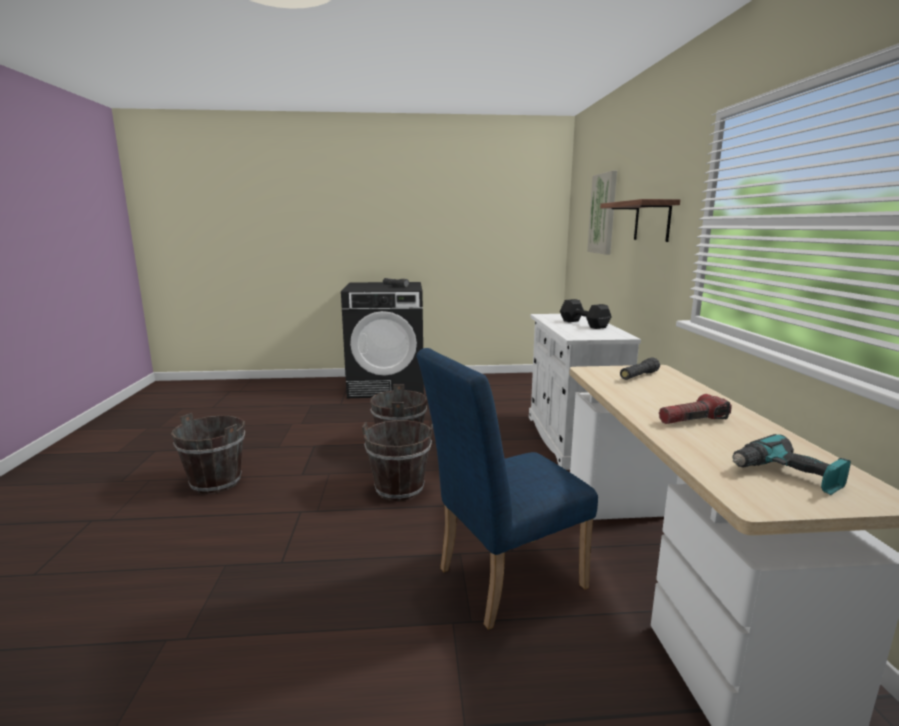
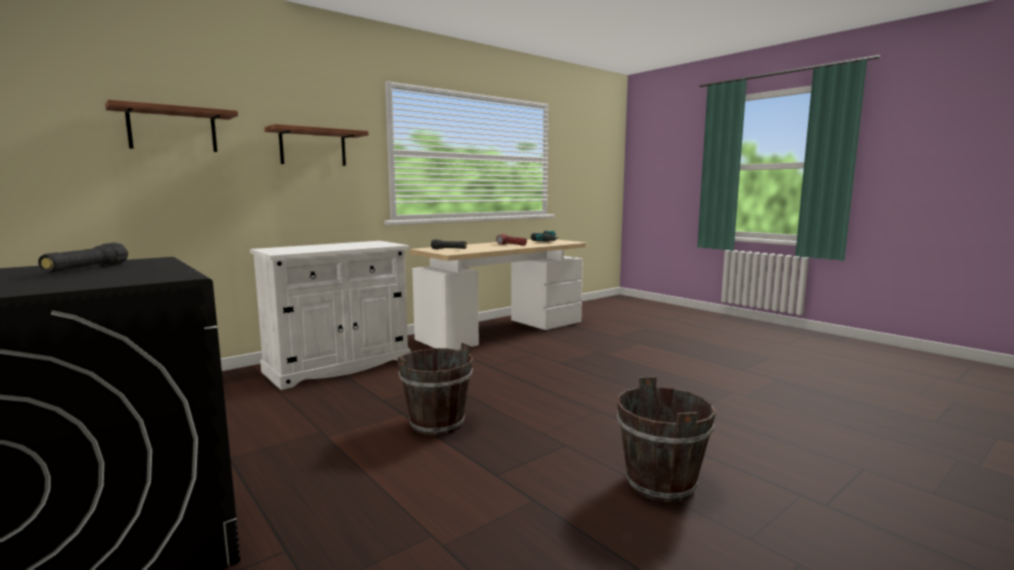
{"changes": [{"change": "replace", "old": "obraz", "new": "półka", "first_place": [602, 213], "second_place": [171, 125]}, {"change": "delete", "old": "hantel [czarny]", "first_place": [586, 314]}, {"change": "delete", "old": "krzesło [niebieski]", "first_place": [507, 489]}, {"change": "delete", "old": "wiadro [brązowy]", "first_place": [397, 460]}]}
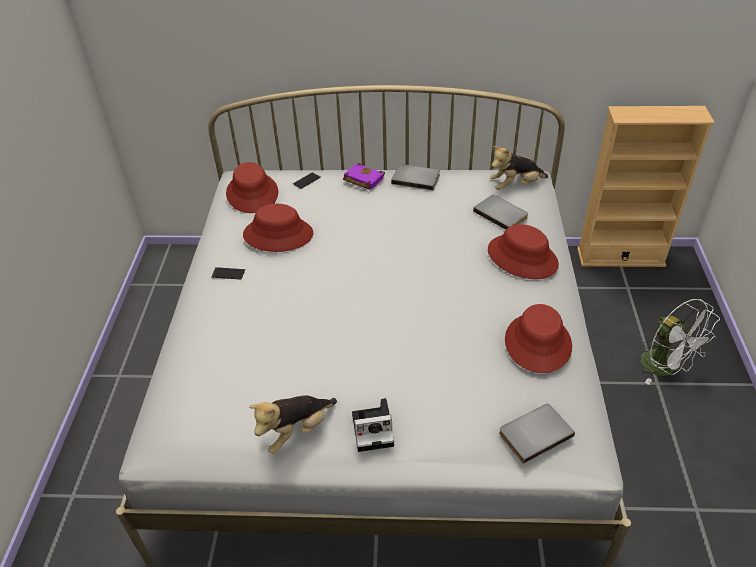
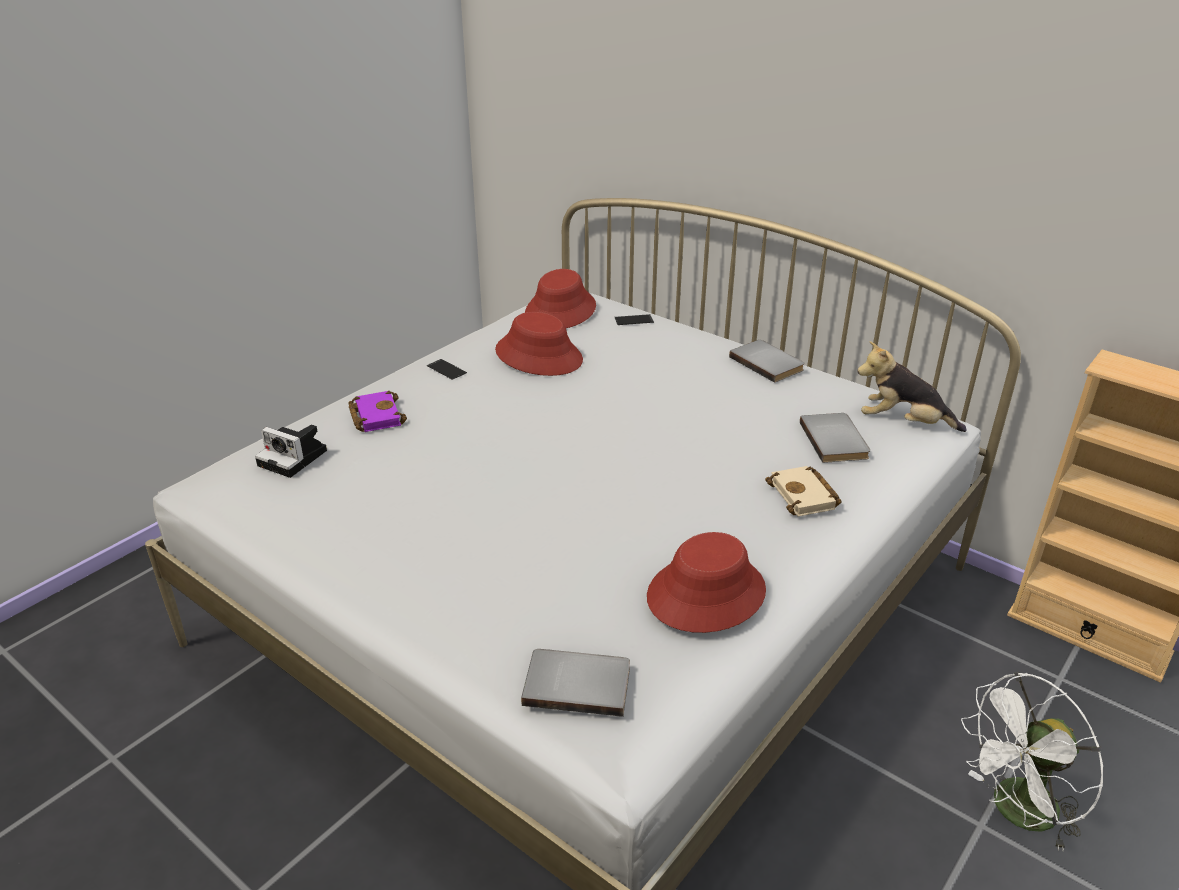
{"changes": [{"change": "move", "old": "książka [fioletowy]", "first_place": [364, 176], "second_place": [377, 411]}, {"change": "replace", "old": "kapelusz [czerwony]", "new": "książka [beżowy]", "first_place": [523, 251], "second_place": [803, 491]}, {"change": "rotate", "old": "wentylator [biały]", "first_place": [680, 342], "second_place": [1032, 761], "degrees": 60}, {"change": "delete", "old": "pluszak", "first_place": [293, 424]}, {"change": "move", "old": "aparat fotograficzny", "first_place": [373, 425], "second_place": [291, 451]}]}
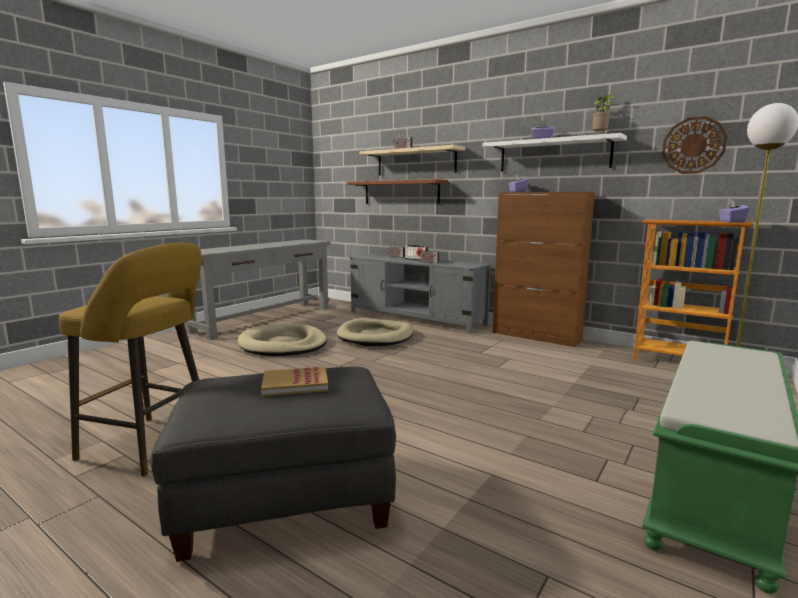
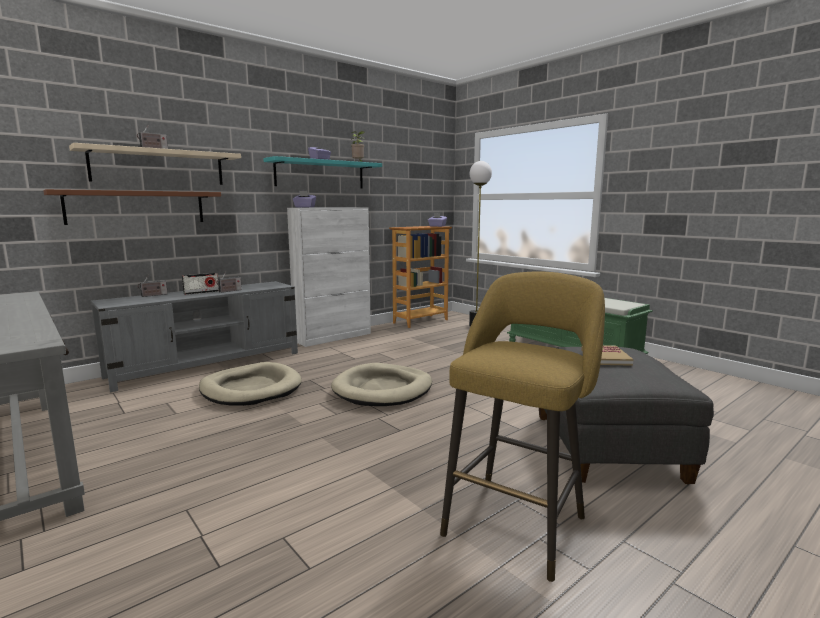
{"changes": [{"change": "delete", "old": "zegar ścienny", "first_place": [694, 145]}, {"change": "recolor", "old": "półka [biały]", "new": "półka [turkusowy]", "first_place": [555, 152], "second_place": [322, 172]}, {"change": "recolor", "old": "szafka [brązowy]", "new": "szafka [biały]", "first_place": [544, 269], "second_place": [329, 277]}, {"change": "move", "old": "legowisko [beżowy]", "first_place": [282, 340], "second_place": [381, 384]}]}
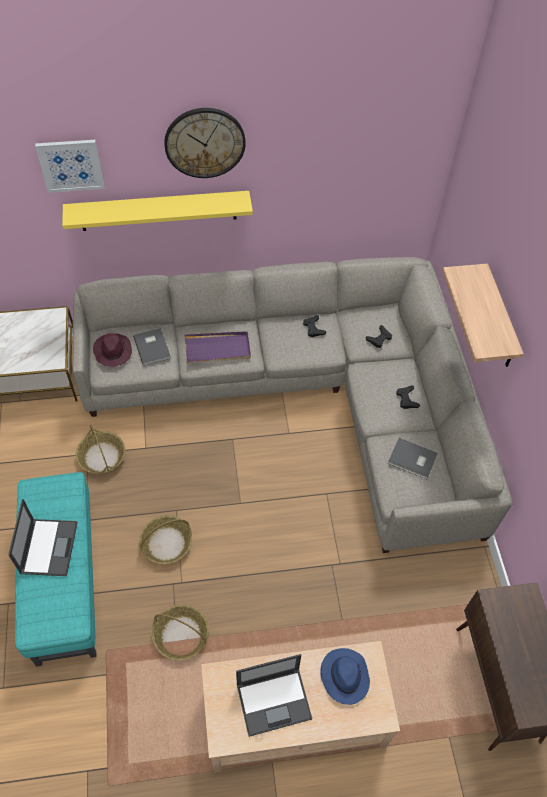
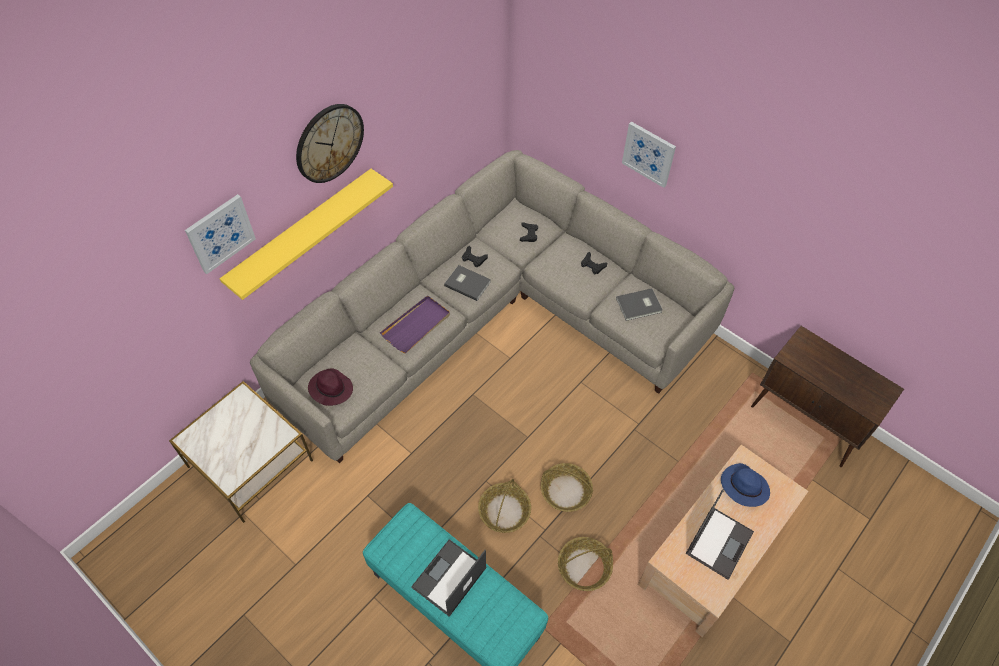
{"changes": [{"change": "replace", "old": "półka", "new": "obraz", "first_place": [483, 315], "second_place": [649, 155]}, {"change": "move", "old": "książka [szary]", "first_place": [152, 347], "second_place": [467, 283]}, {"change": "move", "old": "koszyk", "first_place": [100, 449], "second_place": [567, 487]}, {"change": "rotate", "old": "laptop", "first_place": [43, 537], "second_place": [449, 578], "degrees": -105}]}
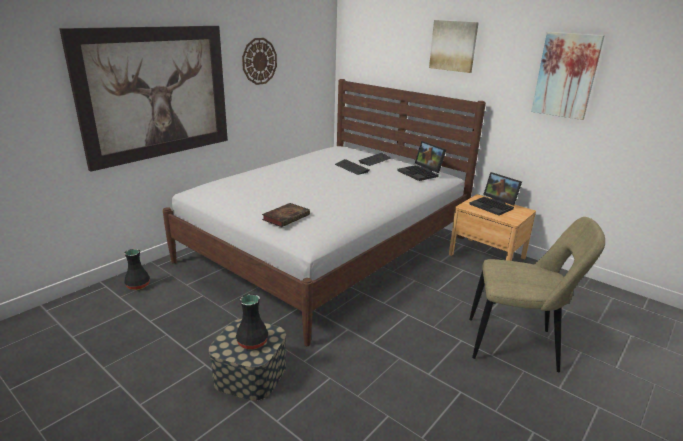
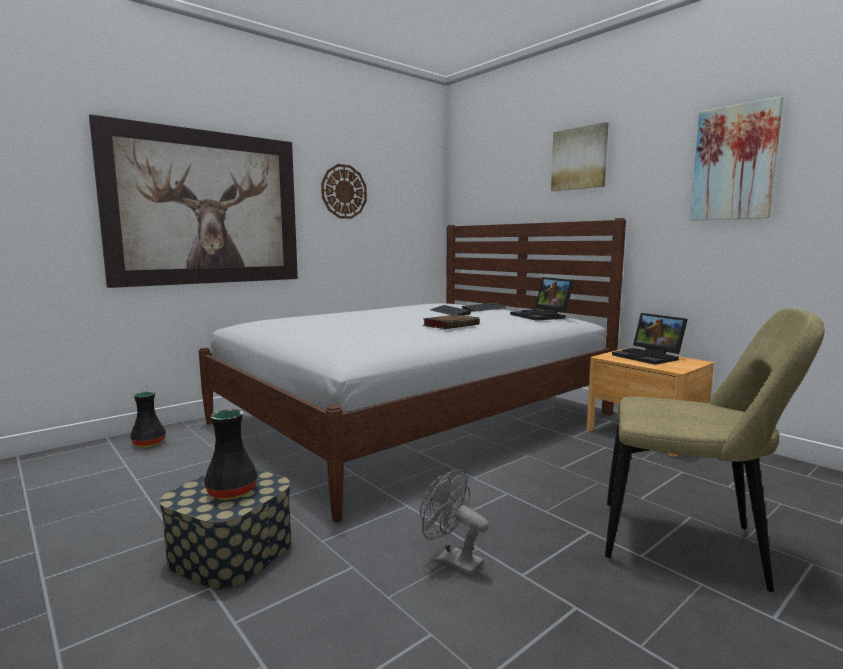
{"changes": [{"change": "move", "old": "książka", "first_place": [286, 215], "second_place": [451, 322]}, {"change": "insert", "new": "wentylator [szary]", "second_place": [454, 523]}]}
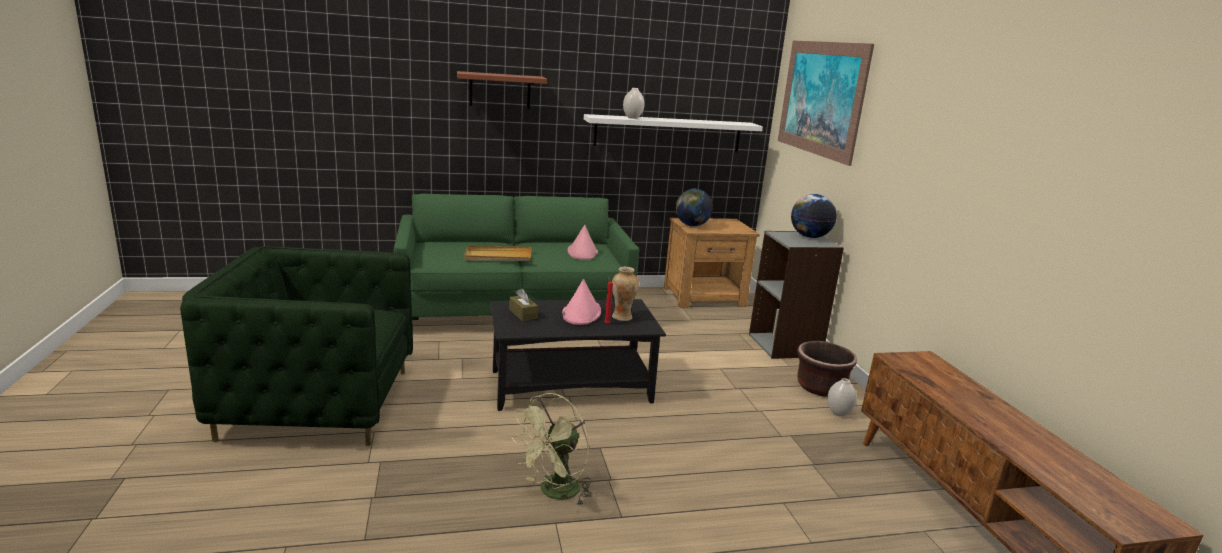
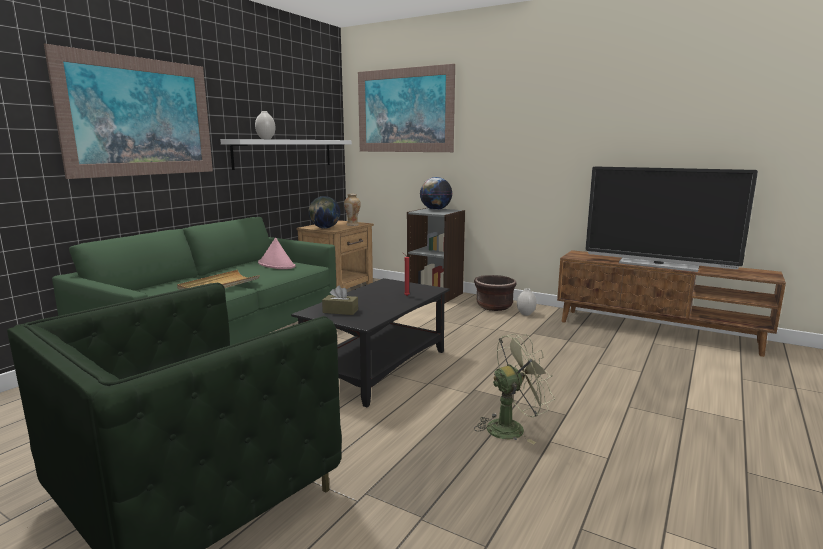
{"changes": [{"change": "replace", "old": "półka", "new": "obraz", "first_place": [502, 90], "second_place": [128, 111]}, {"change": "move", "old": "wazon", "first_place": [625, 294], "second_place": [352, 210]}, {"change": "delete", "old": "kapelusz [różowy]", "first_place": [581, 302]}, {"change": "rotate", "old": "wentylator [zielony]", "first_place": [552, 449], "second_place": [514, 389], "degrees": -105}, {"change": "insert", "new": "telewizor", "second_place": [672, 219]}]}
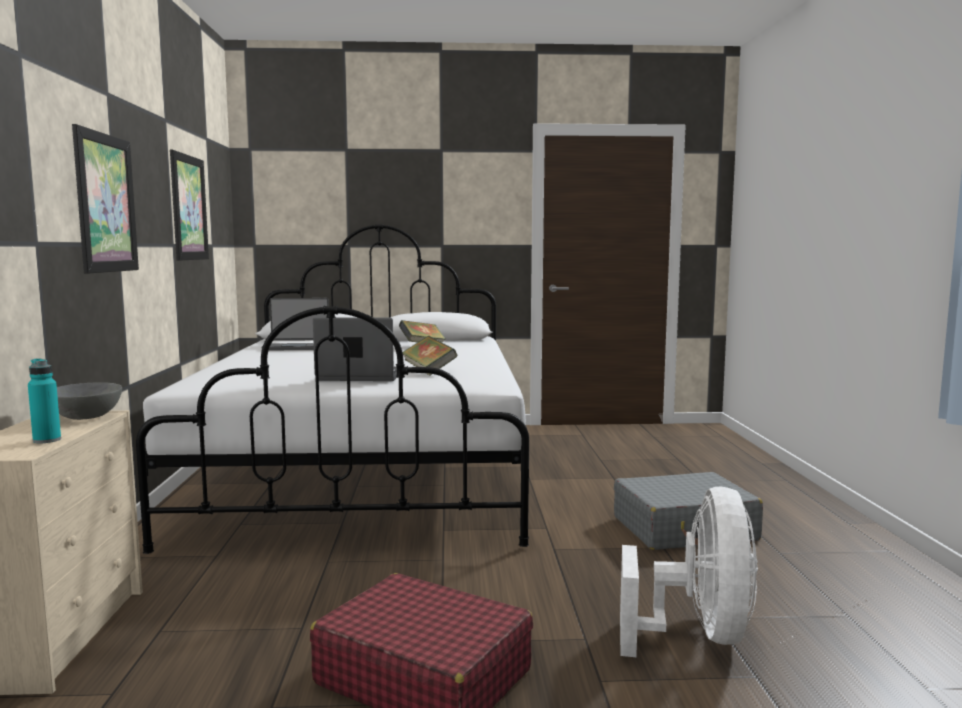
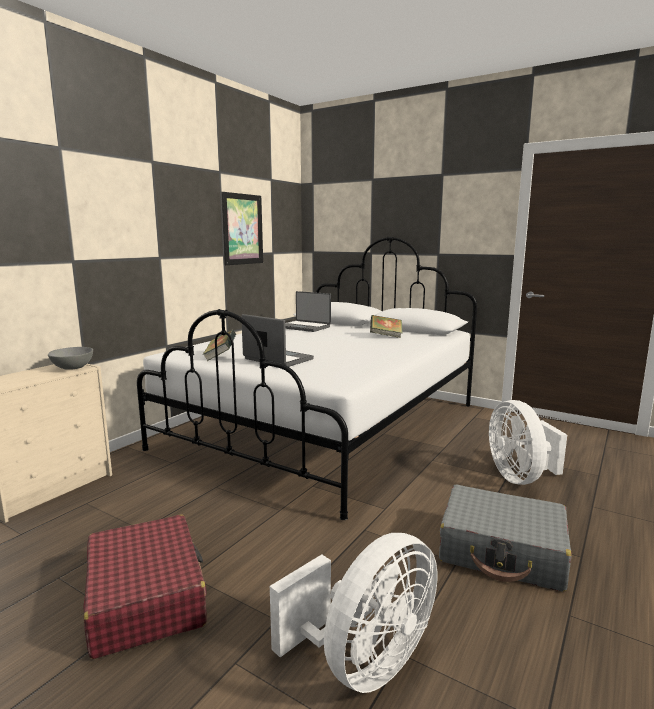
{"changes": [{"change": "delete", "old": "obraz", "first_place": [105, 199]}, {"change": "move", "old": "książka", "first_place": [430, 356], "second_place": [219, 345]}, {"change": "delete", "old": "butelka [turkusowy]", "first_place": [44, 400]}, {"change": "insert", "new": "wentylator [biały]", "second_place": [528, 442]}]}
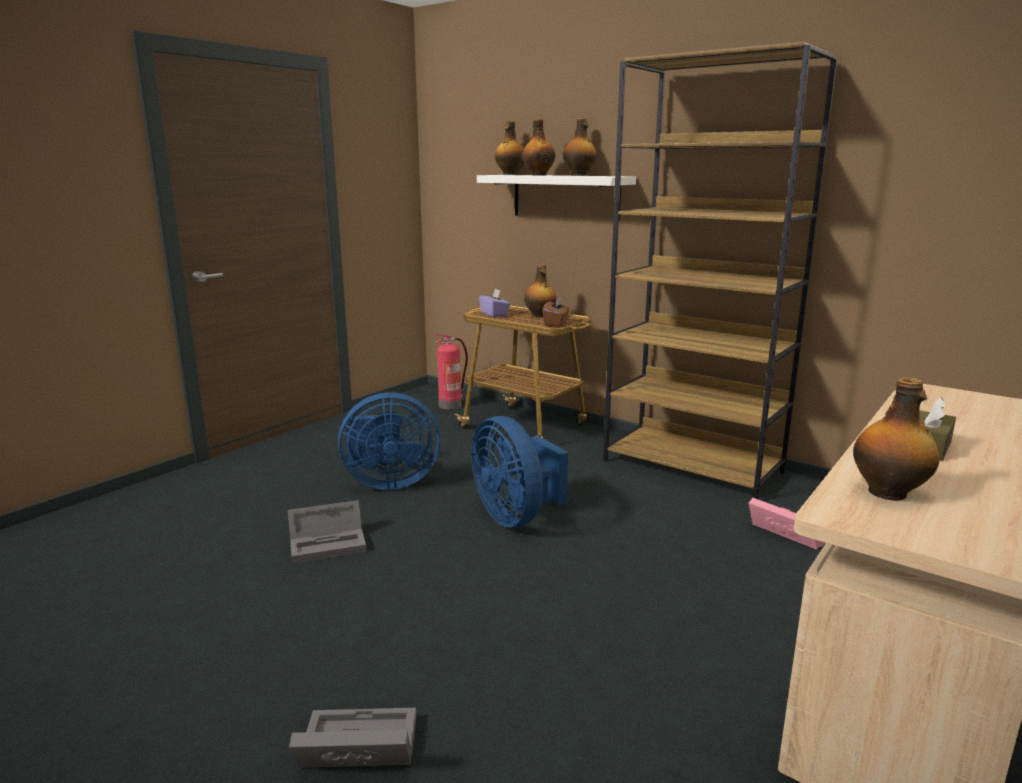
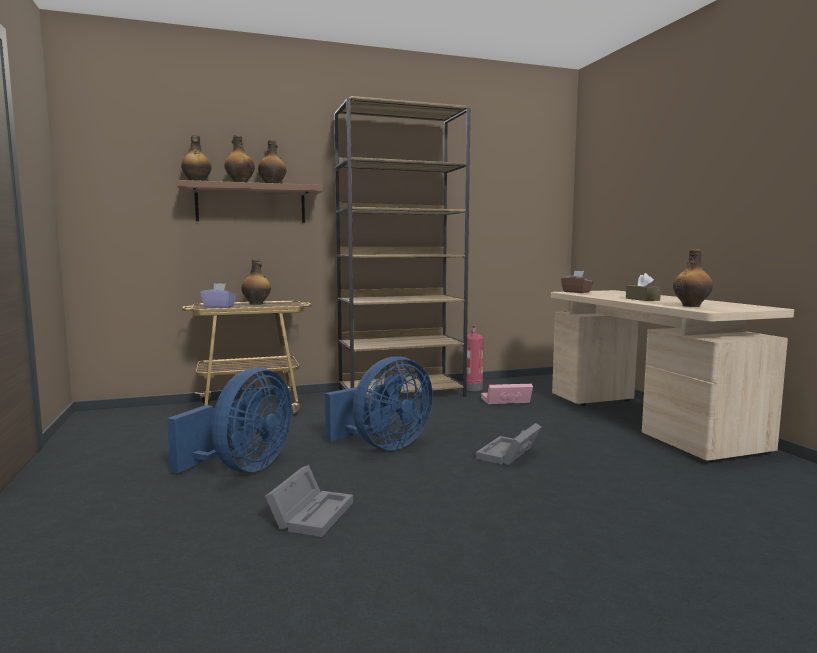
{"changes": [{"change": "recolor", "old": "półka [biały]", "new": "półka [brązowy]", "first_place": [556, 198], "second_place": [250, 201]}, {"change": "move", "old": "pudełko chusteczek [brązowy]", "first_place": [556, 311], "second_place": [577, 282]}, {"change": "move", "old": "gaśnica", "first_place": [451, 372], "second_place": [475, 358]}, {"change": "rotate", "old": "wentylator [niebieski]", "first_place": [519, 471], "second_place": [379, 403], "degrees": -45}, {"change": "move", "old": "pojemnik do przechowywania [szary]", "first_place": [352, 738], "second_place": [508, 444]}]}
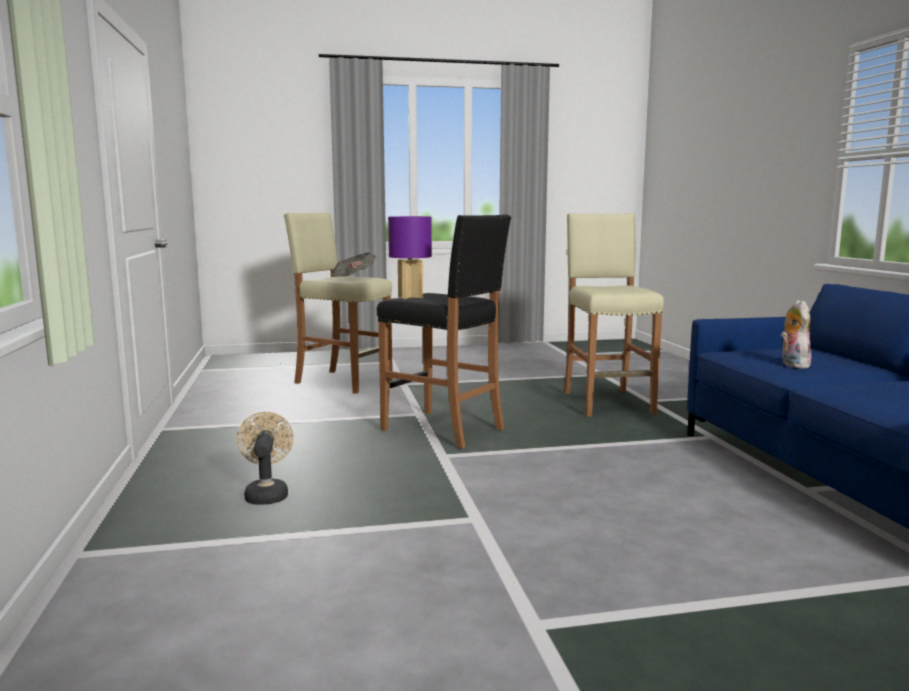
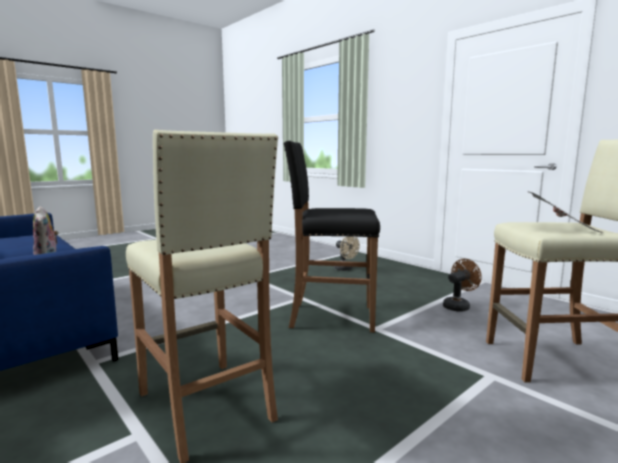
{"changes": [{"change": "delete", "old": "lampa stołowa [fioletowy]", "first_place": [410, 257]}, {"change": "insert", "new": "wentylator [brązowy]", "second_place": [462, 285]}]}
